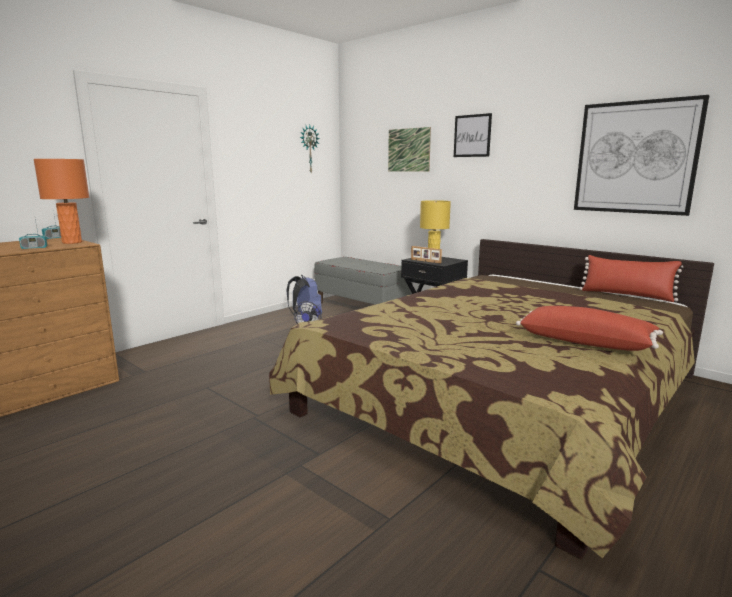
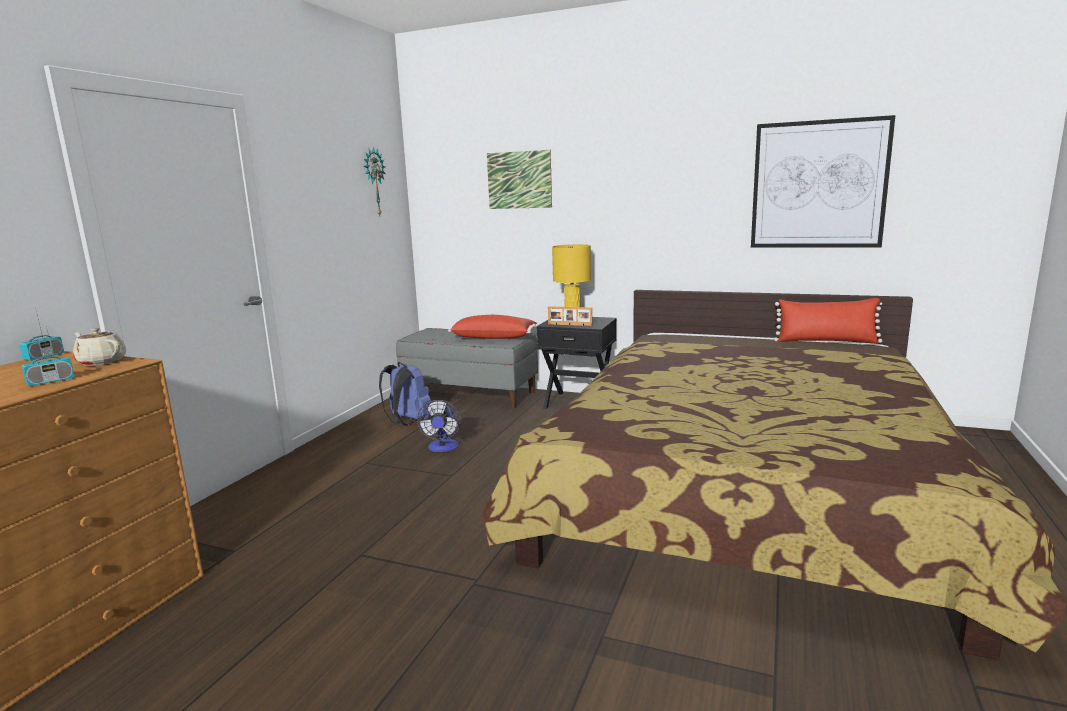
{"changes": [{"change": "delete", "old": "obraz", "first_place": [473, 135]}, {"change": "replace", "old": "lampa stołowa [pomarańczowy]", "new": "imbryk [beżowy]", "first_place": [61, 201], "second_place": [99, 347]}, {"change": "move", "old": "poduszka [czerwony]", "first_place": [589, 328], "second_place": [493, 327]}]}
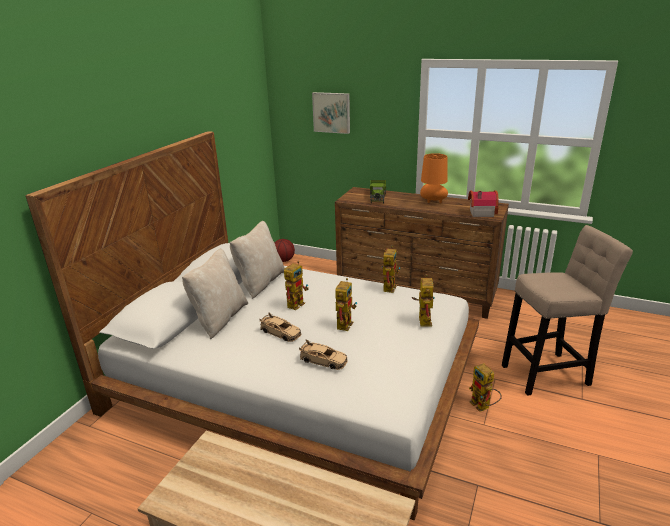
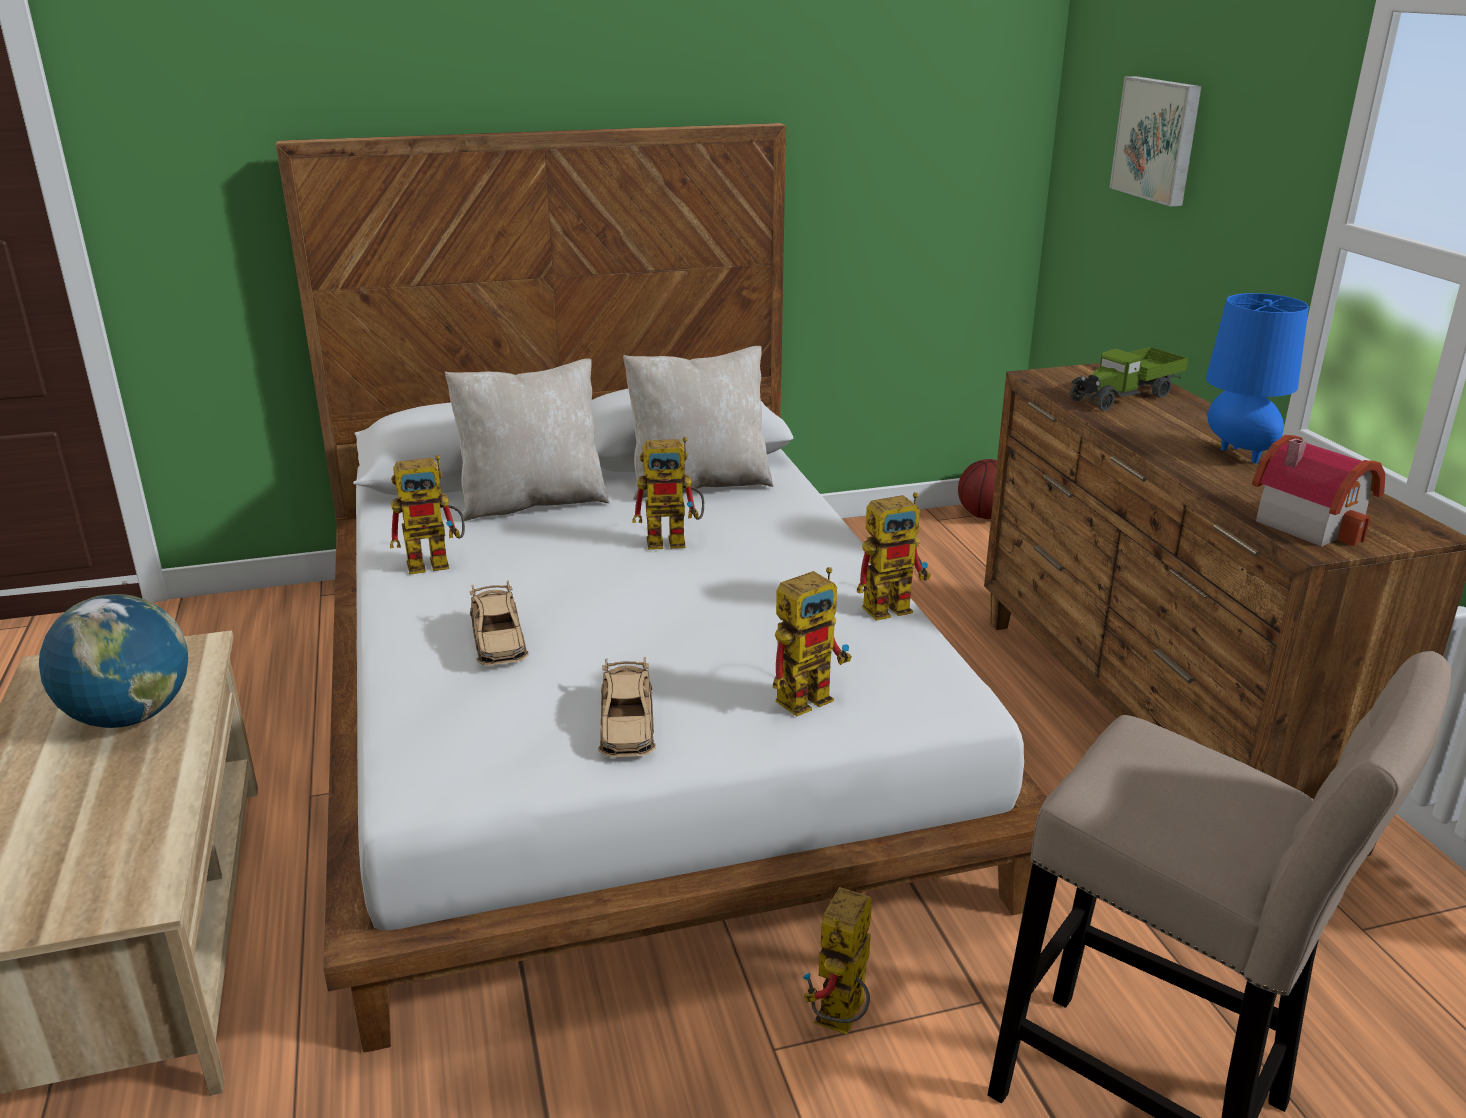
{"changes": [{"change": "recolor", "old": "lampa stołowa [pomarańczowy]", "new": "lampa stołowa [niebieski]", "first_place": [434, 178], "second_place": [1257, 378]}, {"change": "move", "old": "robot zabawkowy", "first_place": [346, 304], "second_place": [427, 514]}, {"change": "move", "old": "samochodzik [beżowy]", "first_place": [280, 327], "second_place": [627, 707]}, {"change": "insert", "new": "globus", "second_place": [113, 661]}]}
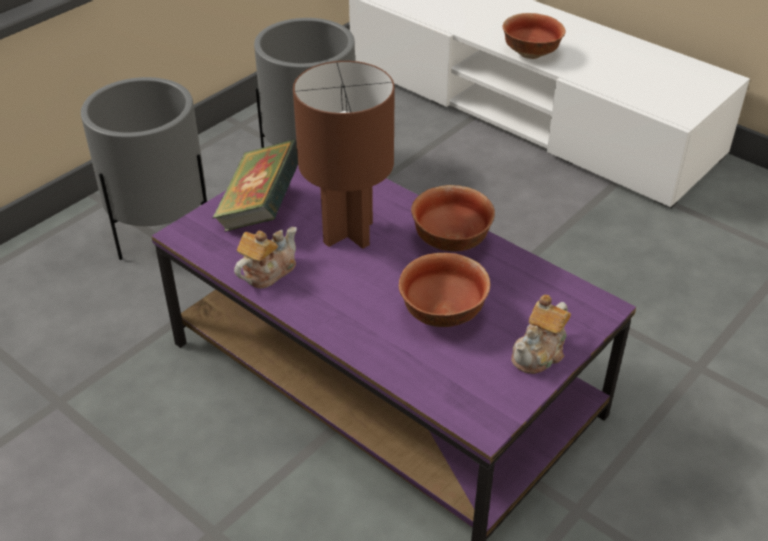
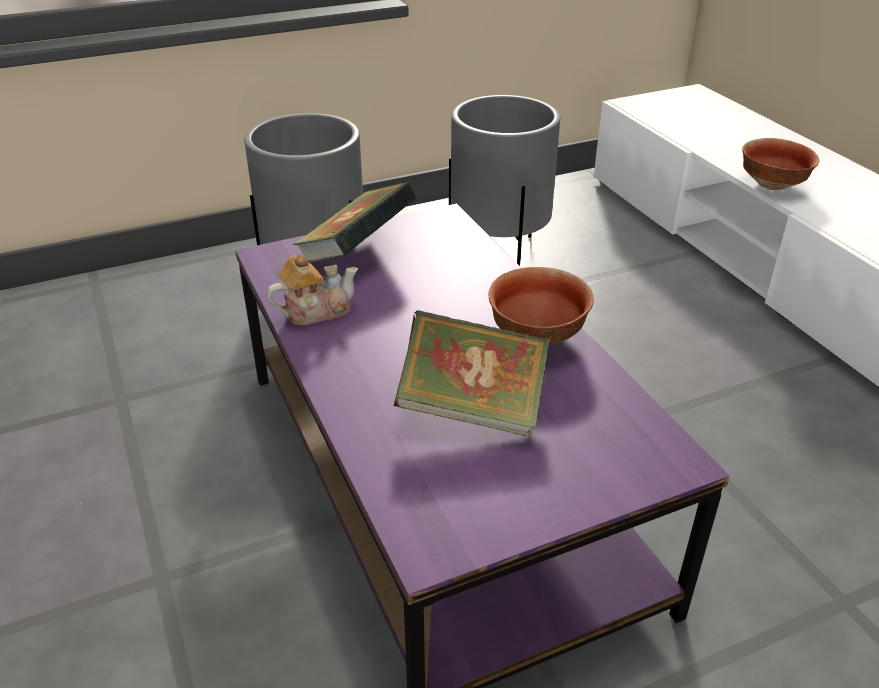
{"changes": [{"change": "delete", "old": "lampa stołowa [brązowy]", "first_place": [344, 155]}, {"change": "replace", "old": "miska", "new": "książka", "first_place": [444, 290], "second_place": [472, 373]}, {"change": "delete", "old": "imbryk", "first_place": [541, 334]}]}
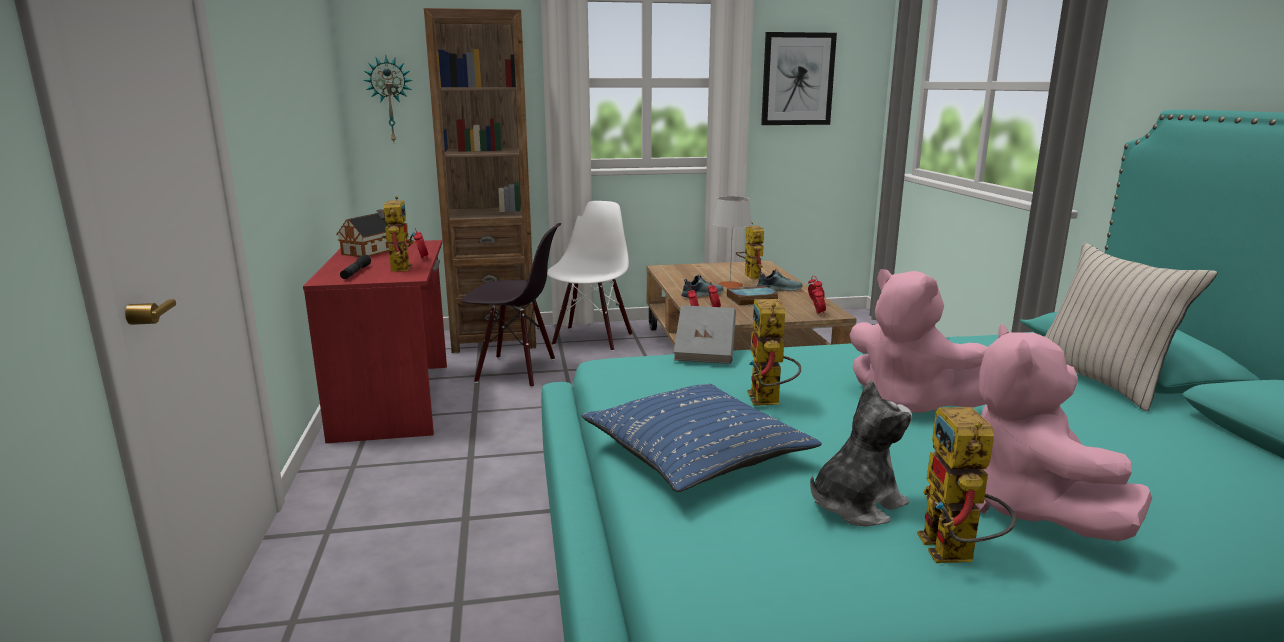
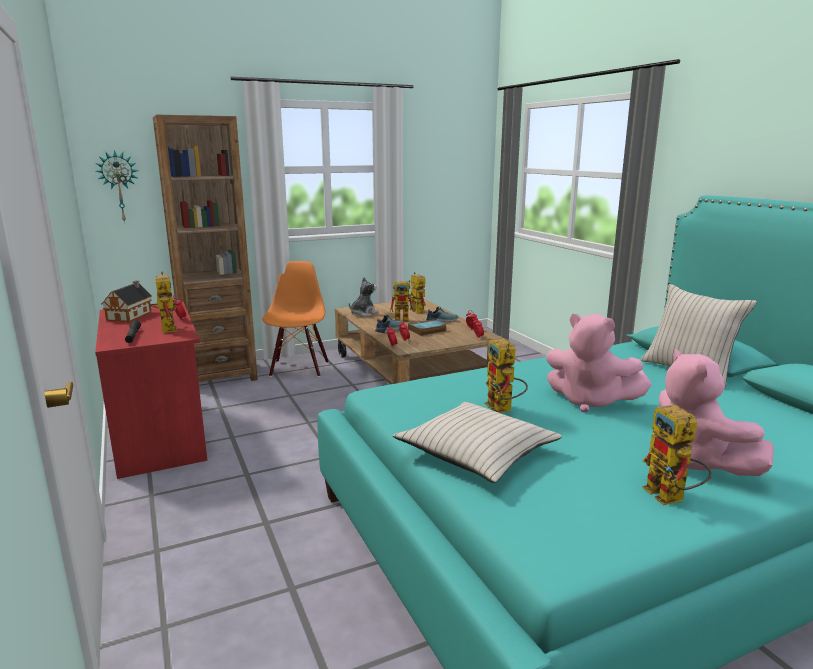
{"changes": [{"change": "delete", "old": "obraz", "first_place": [799, 78]}, {"change": "replace", "old": "lampa stołowa [szary]", "new": "robot zabawkowy", "first_place": [732, 242], "second_place": [403, 301]}, {"change": "recolor", "old": "krzesło [biały]", "new": "krzesło [pomarańczowy]", "first_place": [590, 276], "second_place": [295, 319]}, {"change": "delete", "old": "krzesło [czarny]", "first_place": [511, 305]}, {"change": "delete", "old": "książka [szary]", "first_place": [705, 334]}, {"change": "move", "old": "pluszak", "first_place": [861, 453], "second_place": [363, 297]}, {"change": "recolor", "old": "poduszka [niebieski]", "new": "poduszka [beżowy]", "first_place": [702, 438], "second_place": [477, 442]}]}
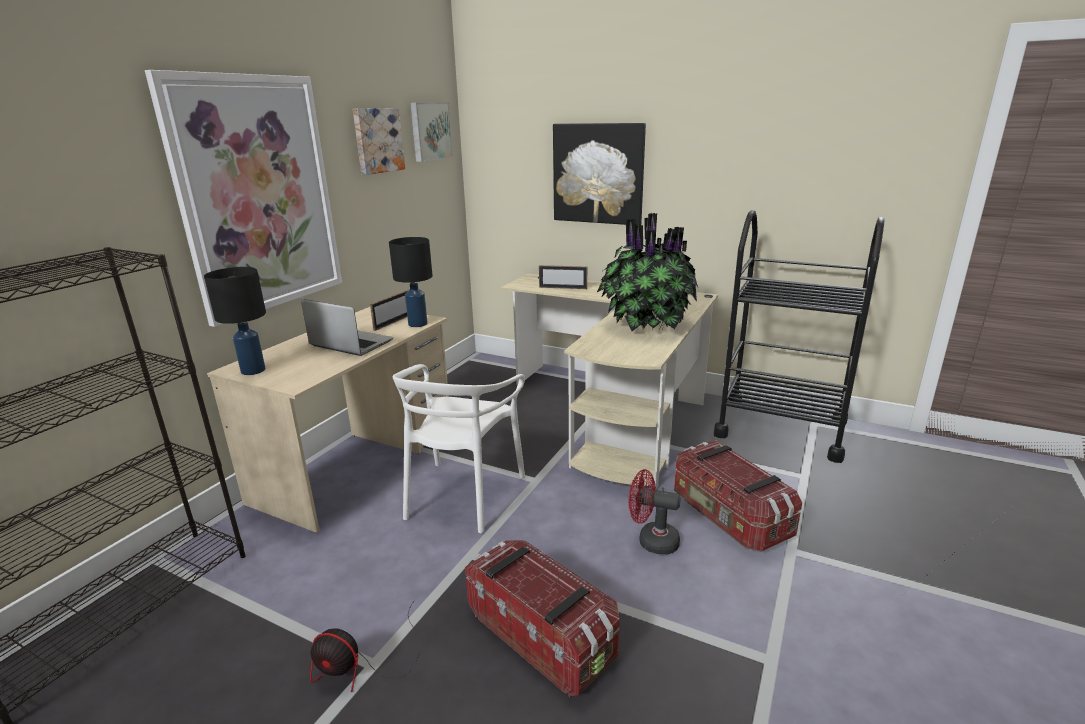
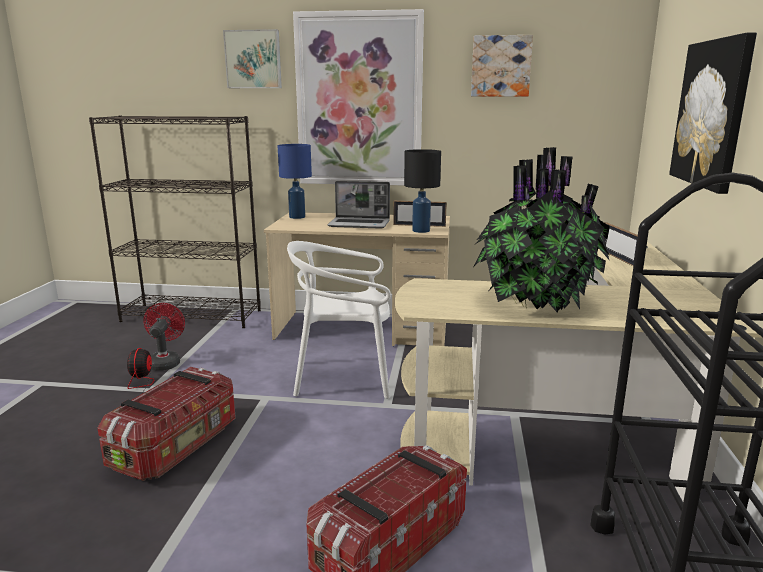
{"changes": [{"change": "move", "old": "obraz", "first_place": [431, 132], "second_place": [252, 58]}, {"change": "recolor", "old": "lampa stołowa [czarny]", "new": "lampa stołowa [niebieski]", "first_place": [235, 321], "second_place": [295, 181]}, {"change": "rotate", "old": "laptop", "first_place": [347, 327], "second_place": [358, 205], "degrees": 90}, {"change": "move", "old": "wentylator [czerwony]", "first_place": [655, 511], "second_place": [164, 336]}]}
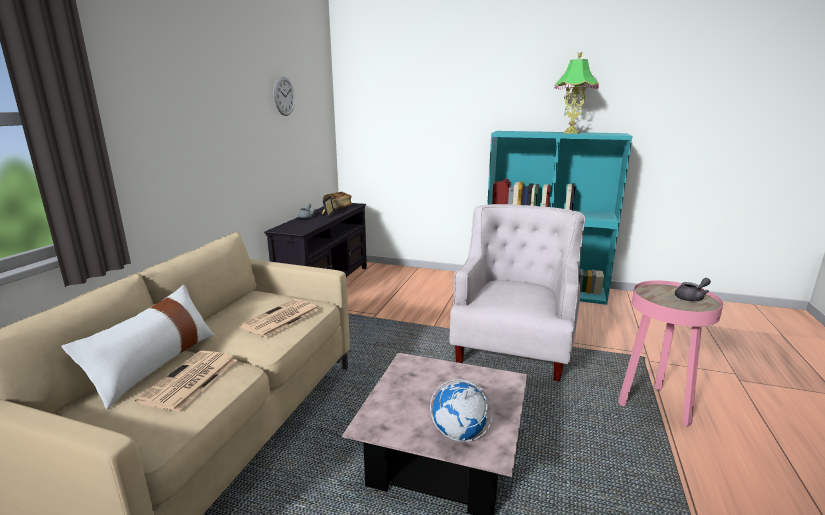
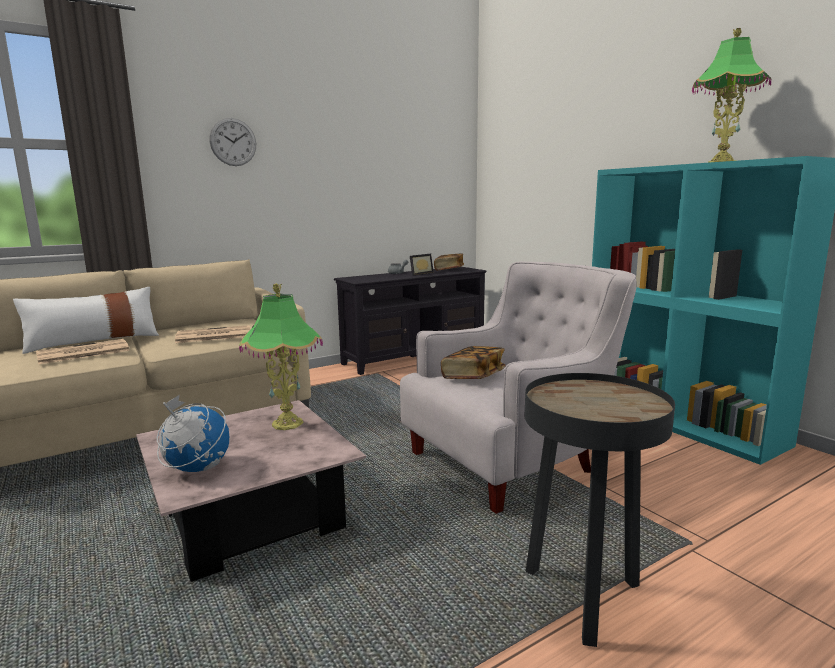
{"changes": [{"change": "move", "old": "zegar ścienny", "first_place": [284, 96], "second_place": [232, 142]}, {"change": "delete", "old": "imbryk [szary]", "first_place": [693, 289]}, {"change": "recolor", "old": "stolik [różowy]", "new": "stolik [czarny]", "first_place": [670, 353], "second_place": [600, 510]}, {"change": "insert", "new": "lampa stołowa", "second_place": [281, 356]}, {"change": "insert", "new": "książka", "second_place": [473, 362]}]}
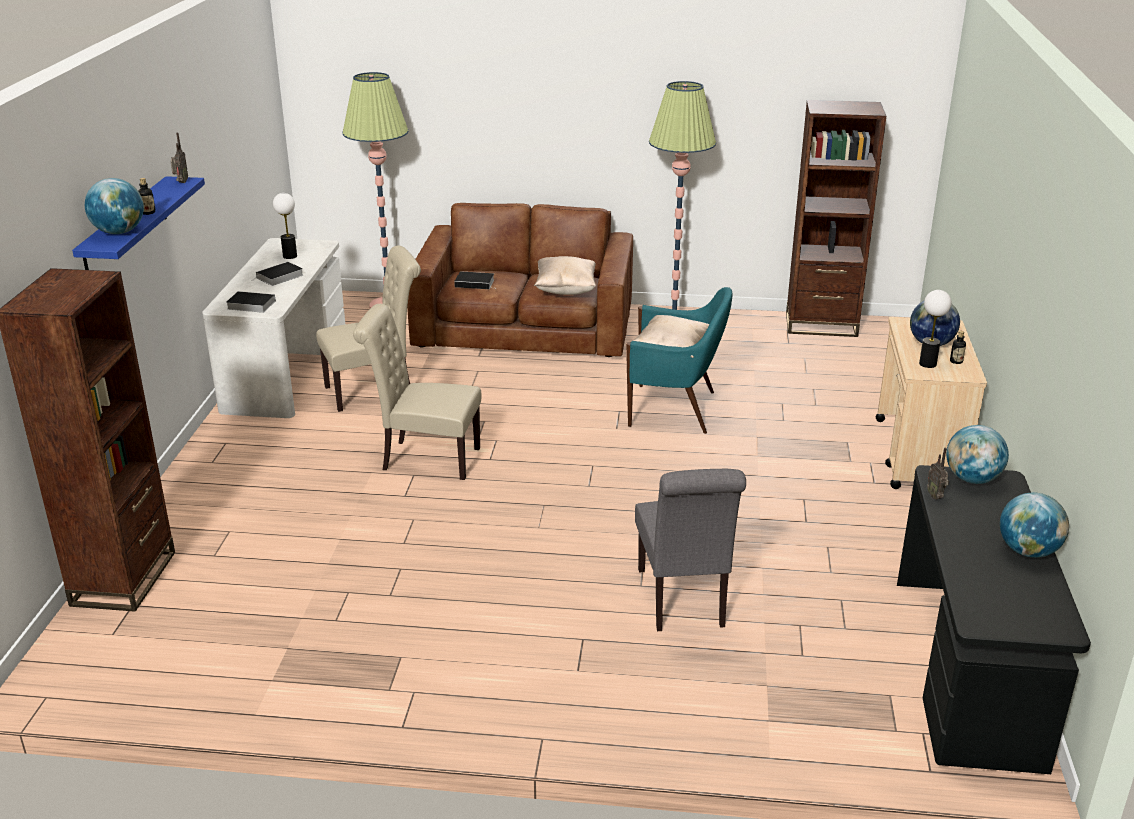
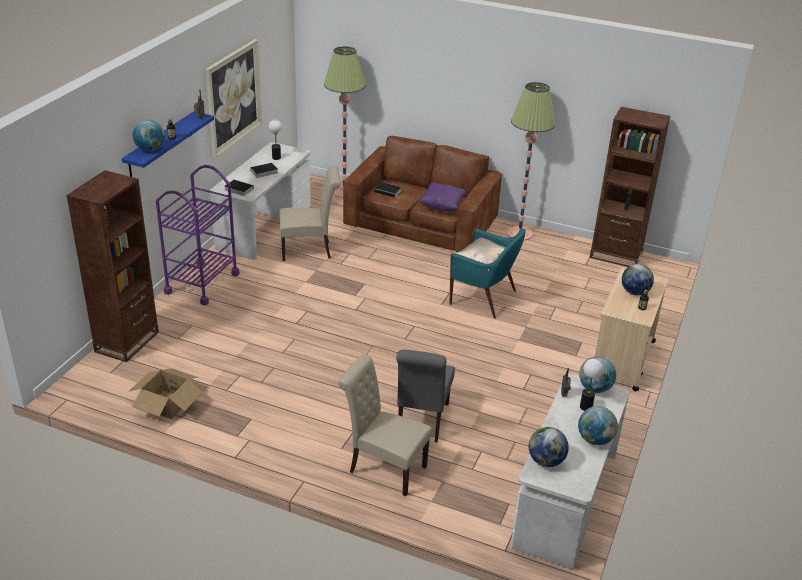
{"changes": [{"change": "recolor", "old": "poduszka [beżowy]", "new": "poduszka [fioletowy]", "first_place": [565, 275], "second_place": [442, 197]}, {"change": "move", "old": "lampa stołowa", "first_place": [935, 329], "second_place": [591, 385]}, {"change": "move", "old": "krzesło [beżowy]", "first_place": [417, 392], "second_place": [385, 425]}, {"change": "recolor", "old": "biurko [czarny]", "new": "biurko [biały]", "first_place": [994, 619], "second_place": [569, 471]}, {"change": "insert", "new": "obraz", "second_place": [234, 98]}, {"change": "insert", "new": "wózek [fioletowy]", "second_place": [197, 235]}, {"change": "insert", "new": "karton", "second_place": [165, 393]}, {"change": "insert", "new": "globus", "second_place": [549, 447]}]}
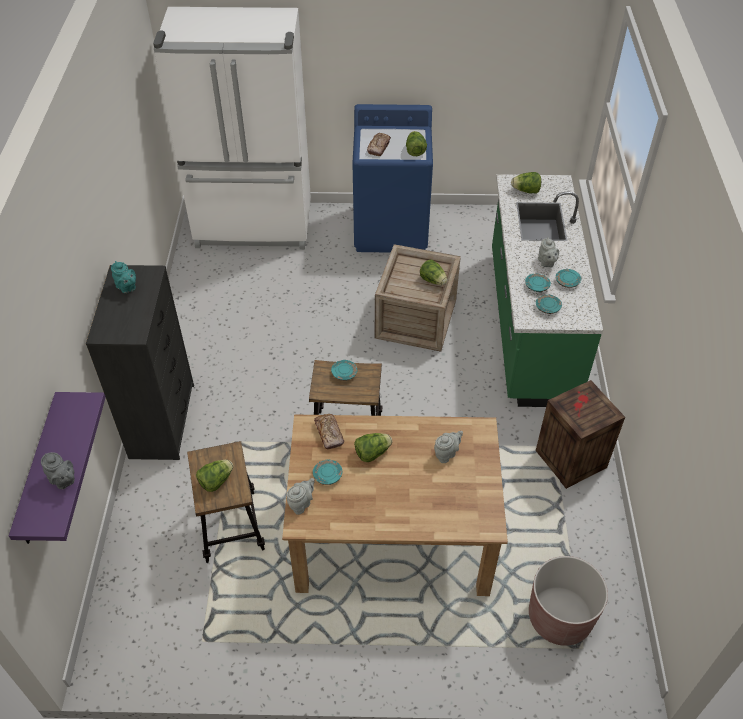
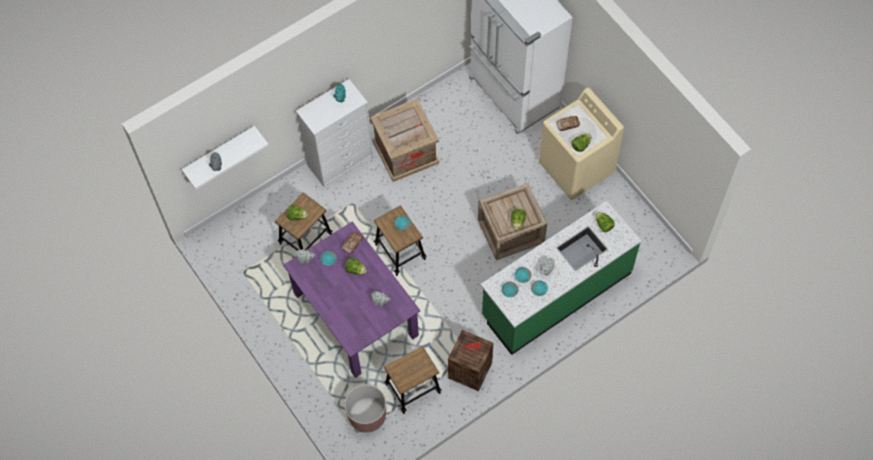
{"changes": [{"change": "recolor", "old": "pralka [niebieski]", "new": "pralka [beżowy]", "first_place": [392, 178], "second_place": [581, 143]}, {"change": "recolor", "old": "komoda [czarny]", "new": "komoda [biały]", "first_place": [140, 362], "second_place": [334, 133]}, {"change": "recolor", "old": "półka [fioletowy]", "new": "półka [biały]", "first_place": [57, 468], "second_place": [225, 158]}, {"change": "recolor", "old": "stół jadalny [brązowy]", "new": "stół jadalny [fioletowy]", "first_place": [395, 505], "second_place": [352, 299]}, {"change": "insert", "new": "skrzynka", "second_place": [404, 140]}, {"change": "insert", "new": "stołek", "second_place": [413, 380]}]}
